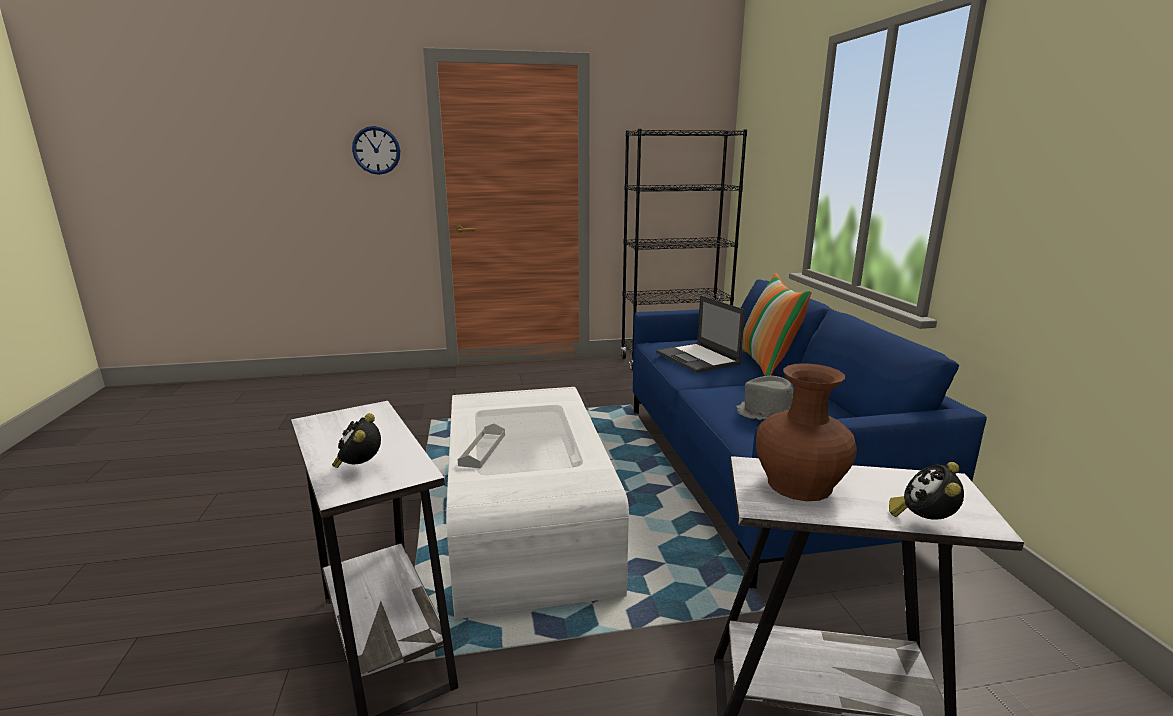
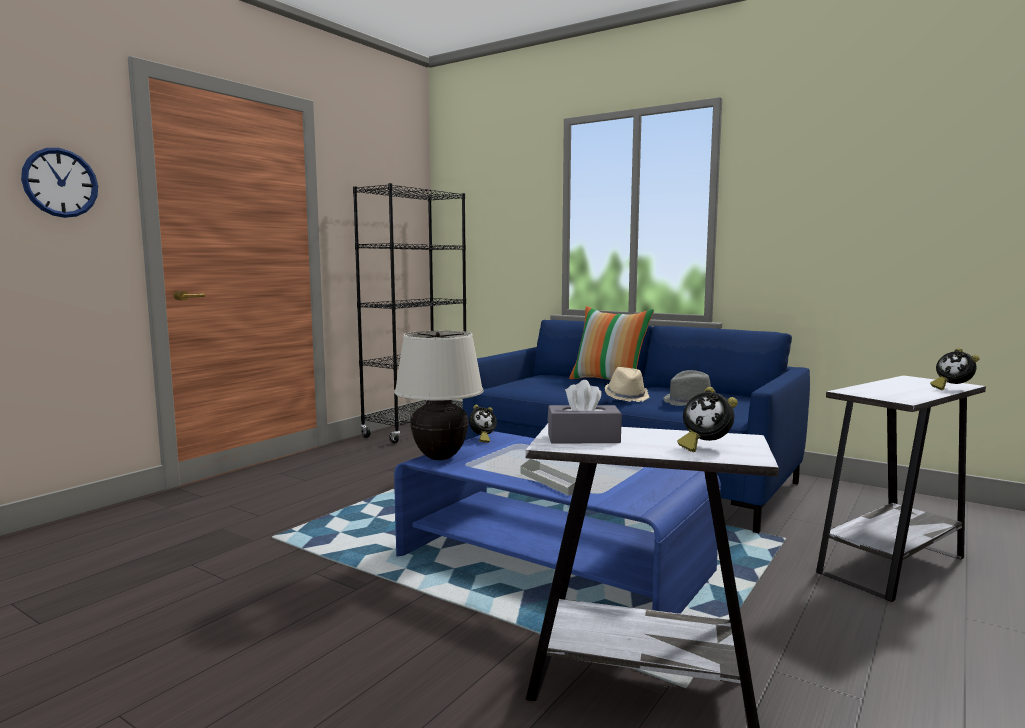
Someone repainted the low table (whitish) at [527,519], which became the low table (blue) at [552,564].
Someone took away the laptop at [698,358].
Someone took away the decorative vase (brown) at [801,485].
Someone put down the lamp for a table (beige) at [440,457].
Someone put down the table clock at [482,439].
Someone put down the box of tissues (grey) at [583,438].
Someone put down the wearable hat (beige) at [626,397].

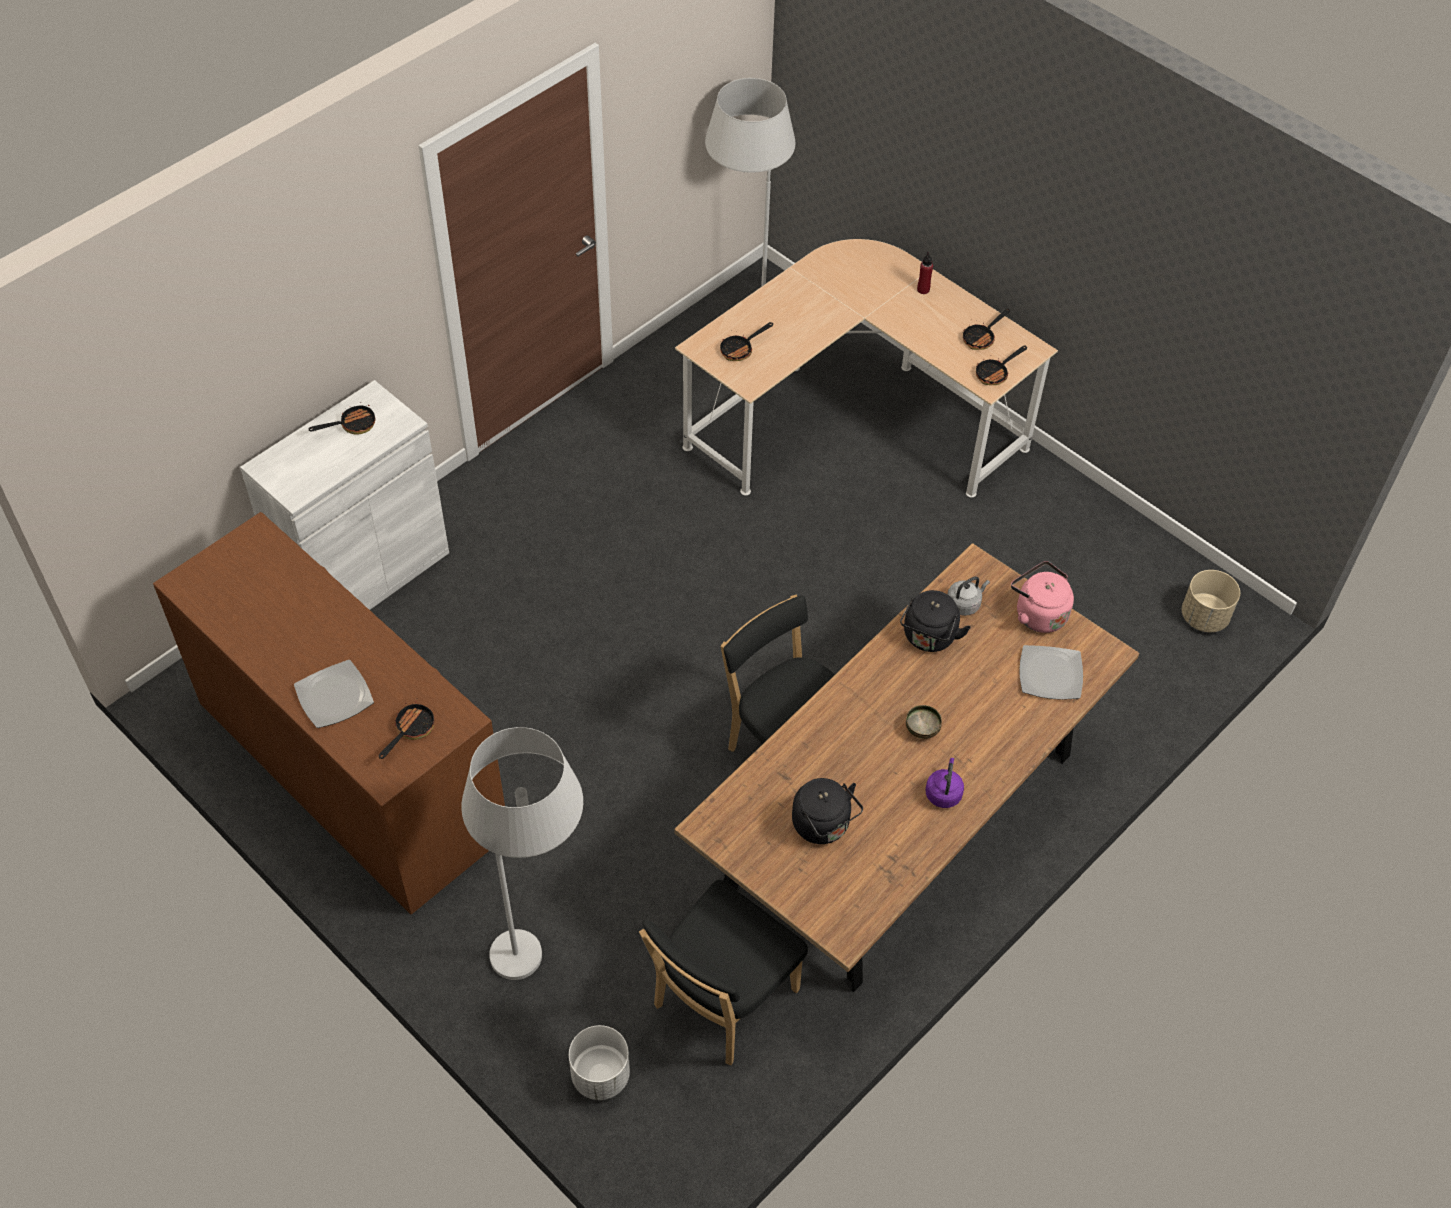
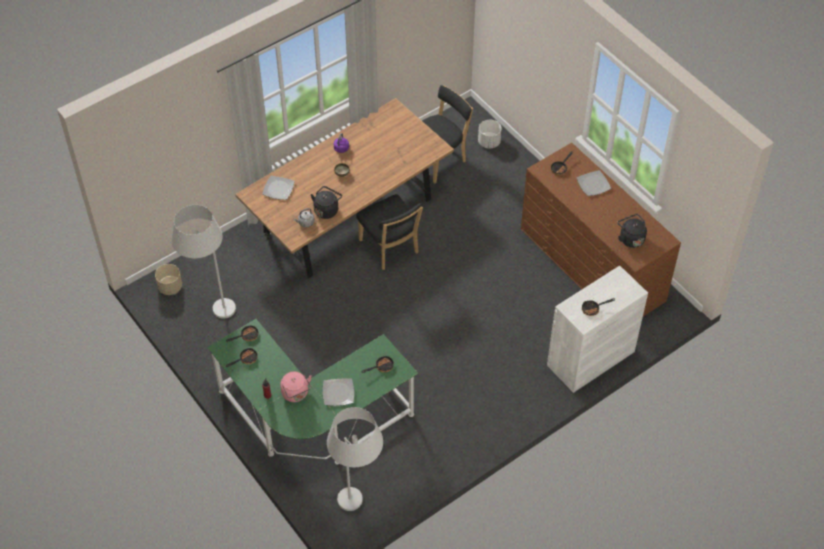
Someone carried the standard lamp (whitish) from [542,942] to [212,313].
Someone repainted the desk unit (beige) at [853,419], which became the desk unit (green) at [312,421].
Someone carried the water kettle (blackish) from [823,826] to [630,238].
Someone carried the water kettle (pinkish) from [1038,613] to [296,394].
Someone put down the flat dish at [338,392].

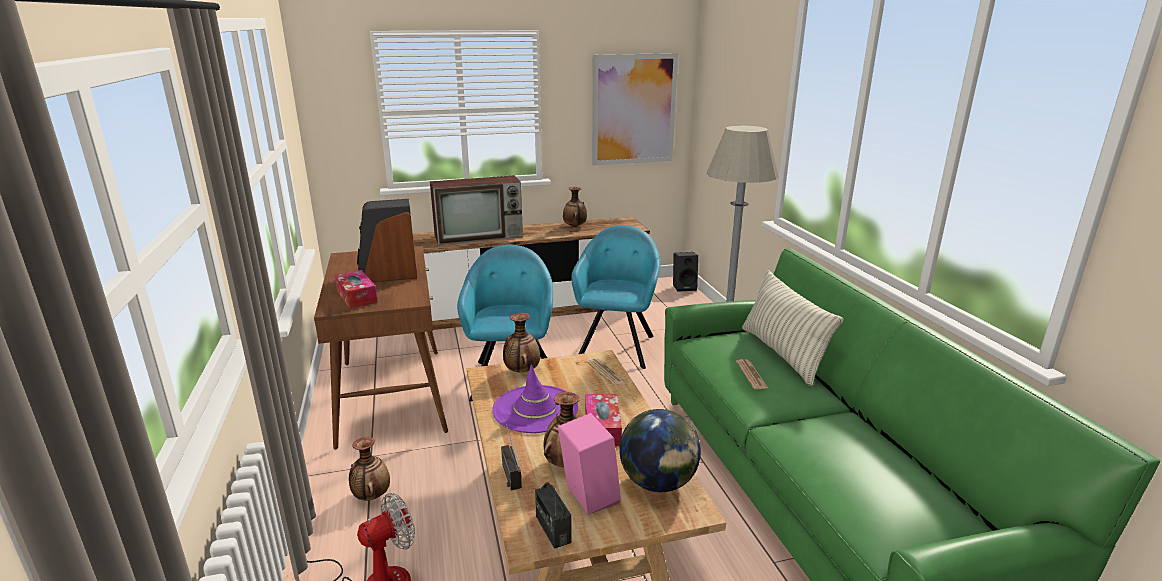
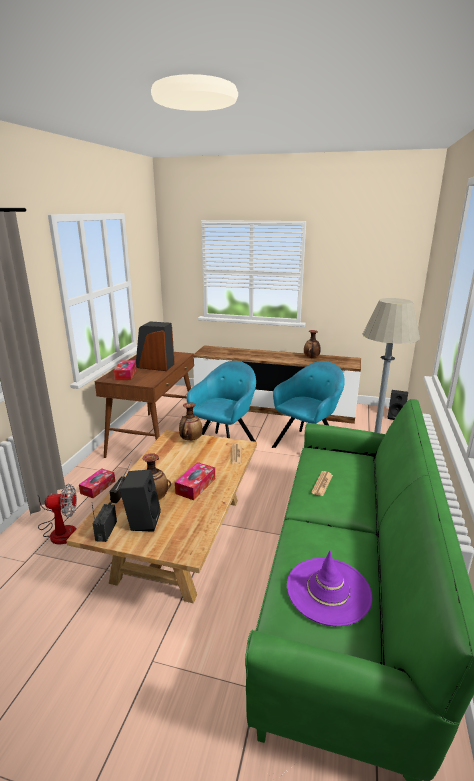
Someone swapped the decorative vase at [371,496] for the box of tissues at [98,487].
Someone took away the TV set at [480,236].
Someone carried the wearable hat (purple-coloured) from [535,409] to [328,590].
Someone repainted the speaker (pinkish) at [587,496], which became the speaker (blackish) at [142,521].
Someone took away the wall art at [633,109].
Someone took away the globe at [658,483].
Someone took away the throw pillow at [782,354].

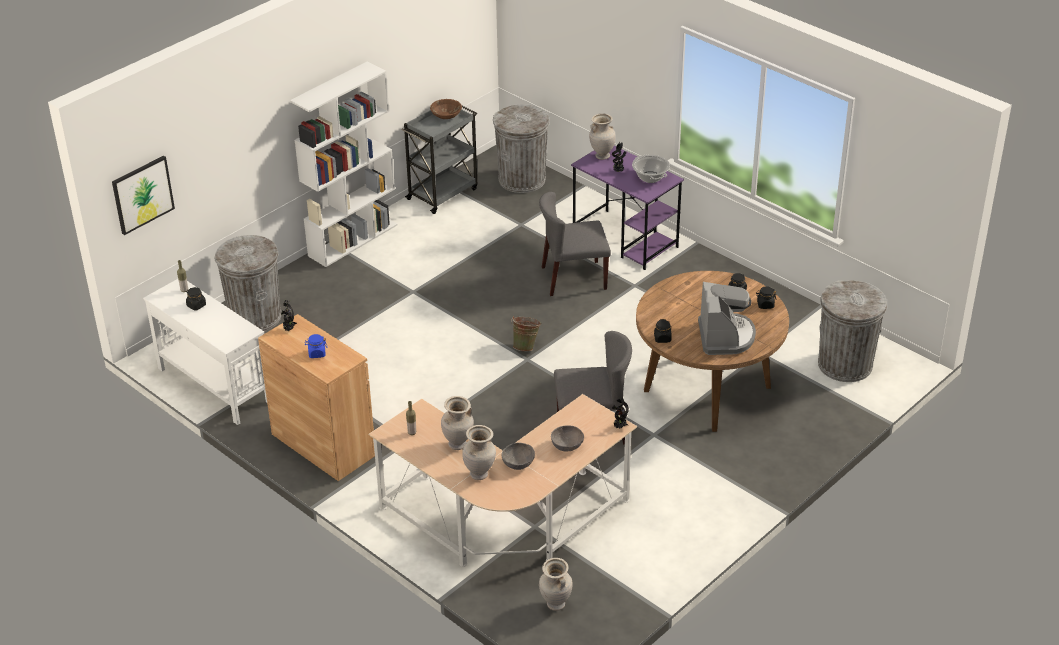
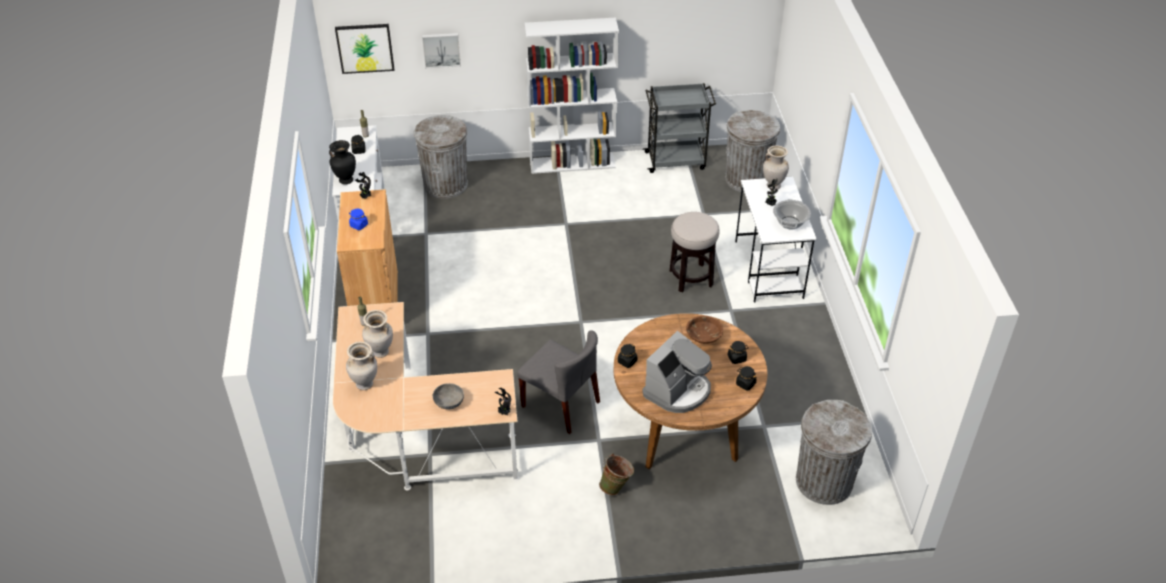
Someone carried the deep dish (brown) from [446,116] to [703,336].
Someone took away the deep dish (grey) at [518,463].
Someone carried the pail (green) from [526,346] to [616,487].
Someone swapped the upright chair (grey) at [573,278] for the stool seat at [691,278].
Someone took away the decorative vase (beige) at [555,605].
Someone repainted the desk unit (purple-coloured) at [626,240], which became the desk unit (whitish) at [769,269].
Someone put down the decorative vase (blackish) at [346,180].
Someone put up the wall art at [441,49].

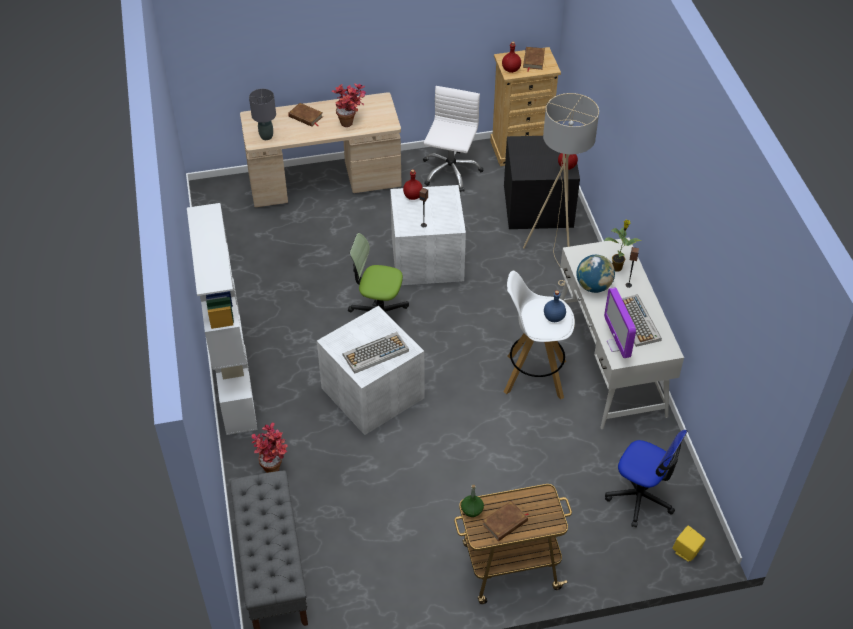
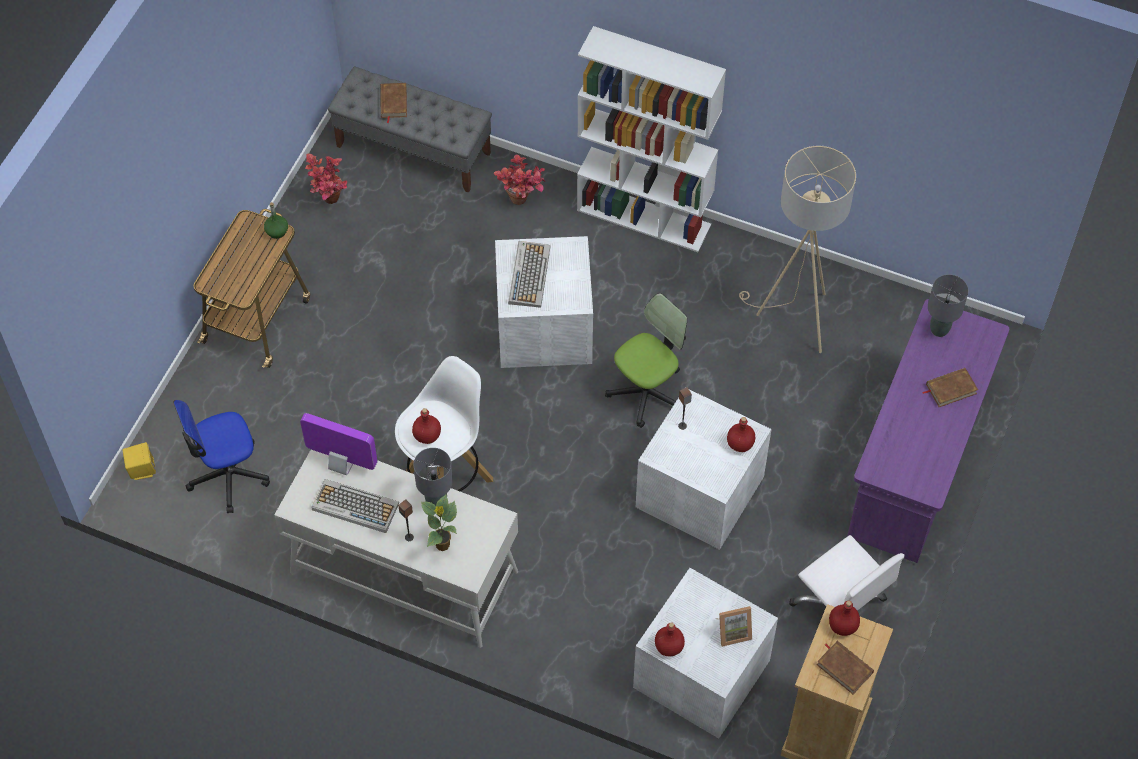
Someone repainted the desk unit (beige) at [325,182], which became the desk unit (purple-coloured) at [917,462].
Someone carried the potted plant from [351,122] to [329,203].
Someone carried the book (brown) from [505,523] to [393,102].
Someone repainted the storage container (blackish) at [537,205], which became the storage container (whitish) at [704,673].
Someone carried the standard lamp (beige) from [556,252] to [794,320].
Someone repainted the drink bottle (blue) at [553,317], which became the drink bottle (red-coloured) at [427,435].
Someone swapped the globe at [593,286] for the lamp for a table (grey) at [436,501].
Someone put down the picture frame at [733,631].

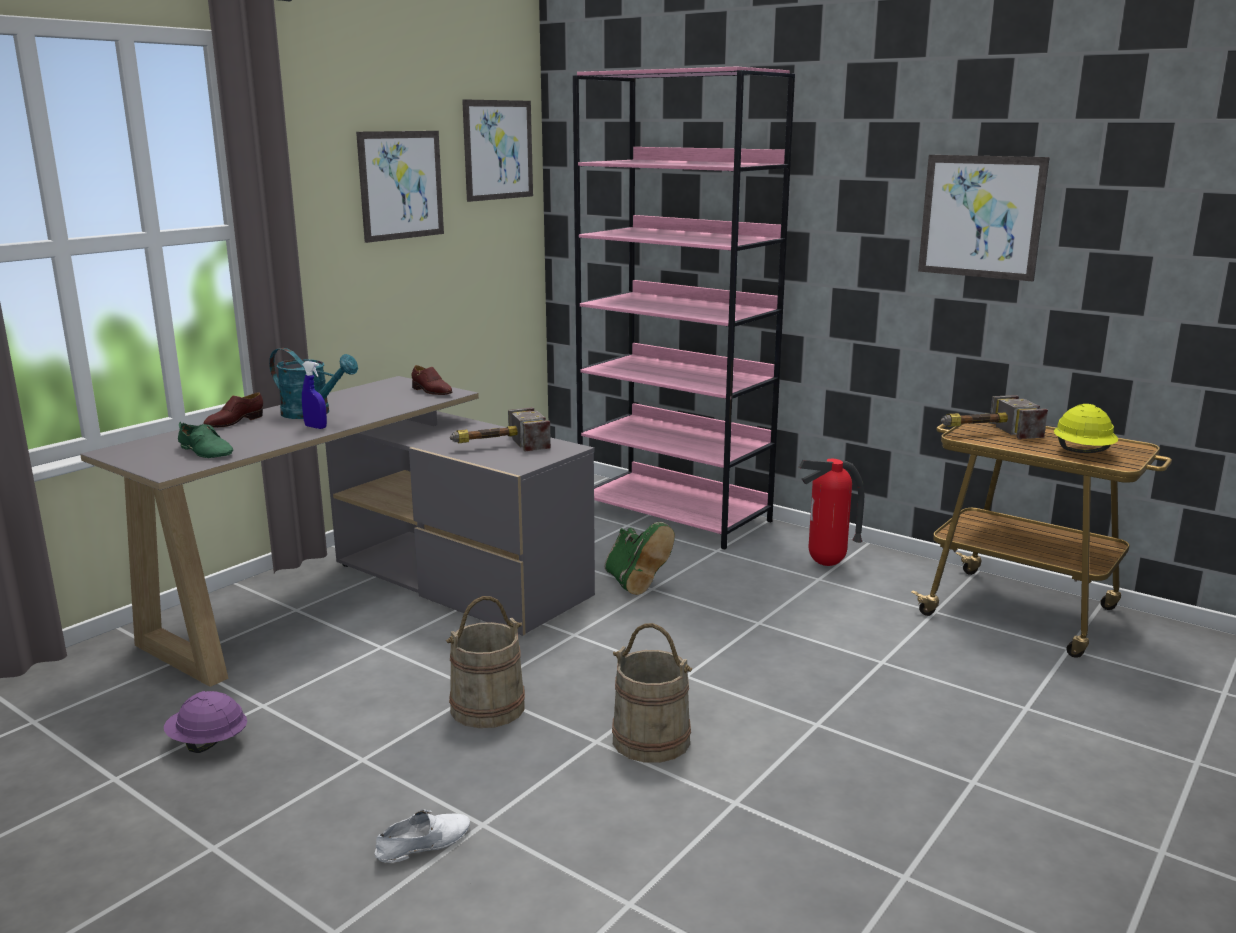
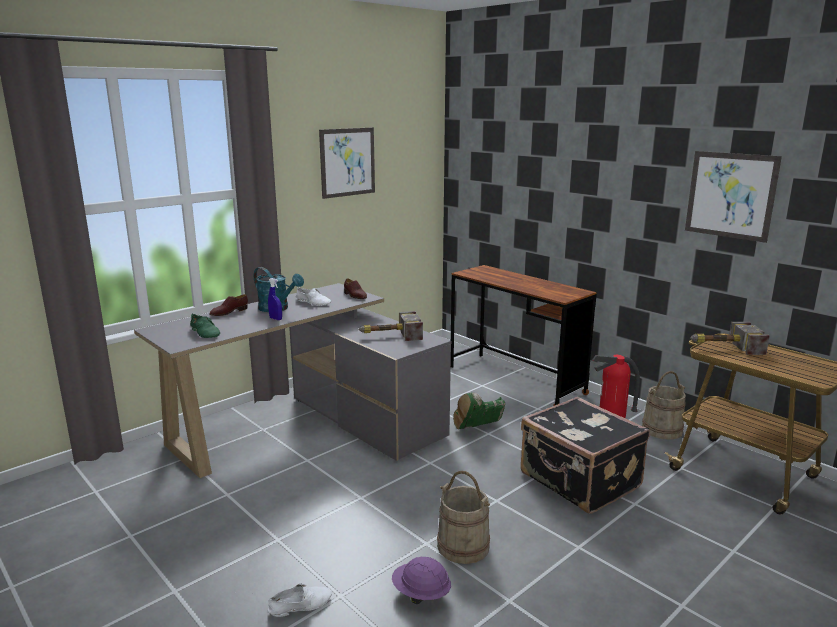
Someone carried the hard hat (purple-coloured) from [208,743] to [421,594].
Someone carried the pail (beige) from [487,707] to [662,429].
Someone took away the wall art at [498,150].
Someone swapped the bookcase (pinkish) at [675,515] for the desk unit (brown) at [515,380].
Someone rotated the tall boot (green) at [635,584] by 75 degrees clockwise.
Someone took away the hard hat (yellow-coloured) at [1083,453].
Someone put down the item of footwear (whitish) at [314,302].
Someone put down the travel case (blackish) at [579,481].

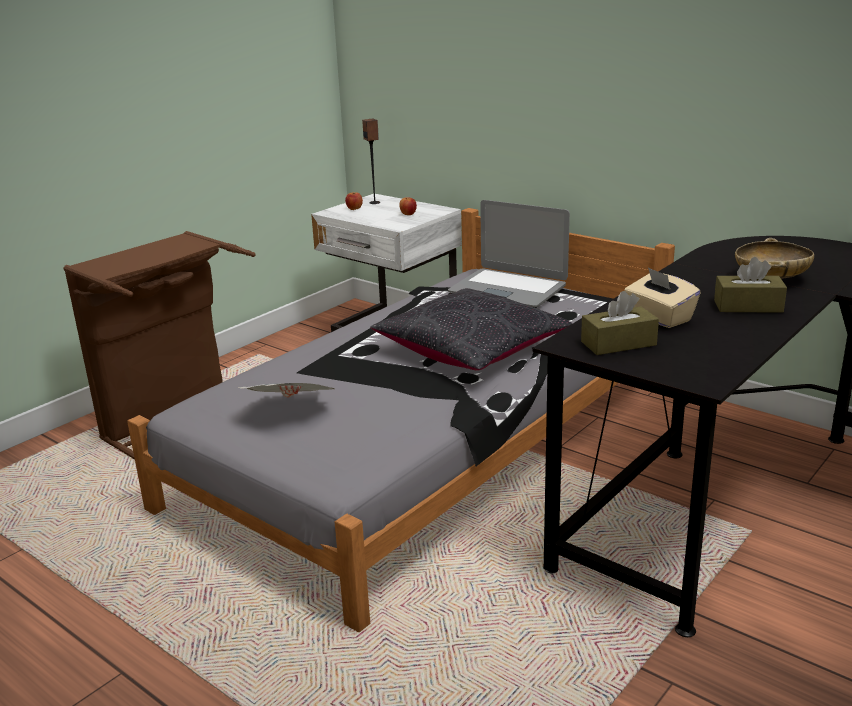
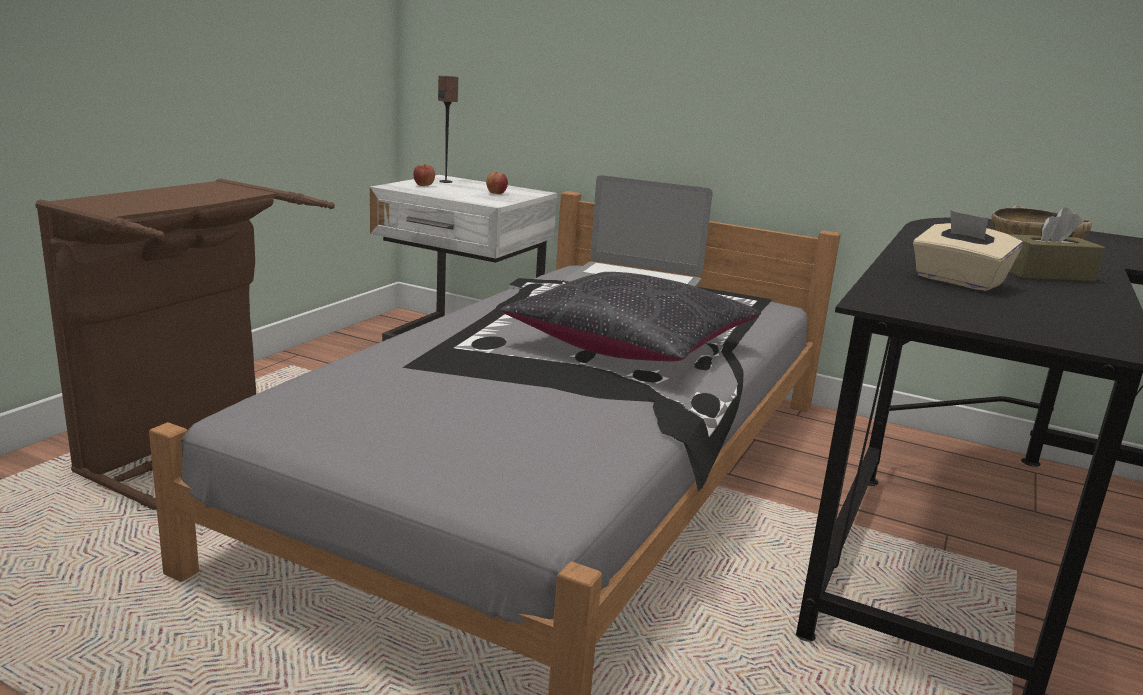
Someone took away the printed paper at [292,411].
Someone took away the box of tissues (brown) at [618,343].

